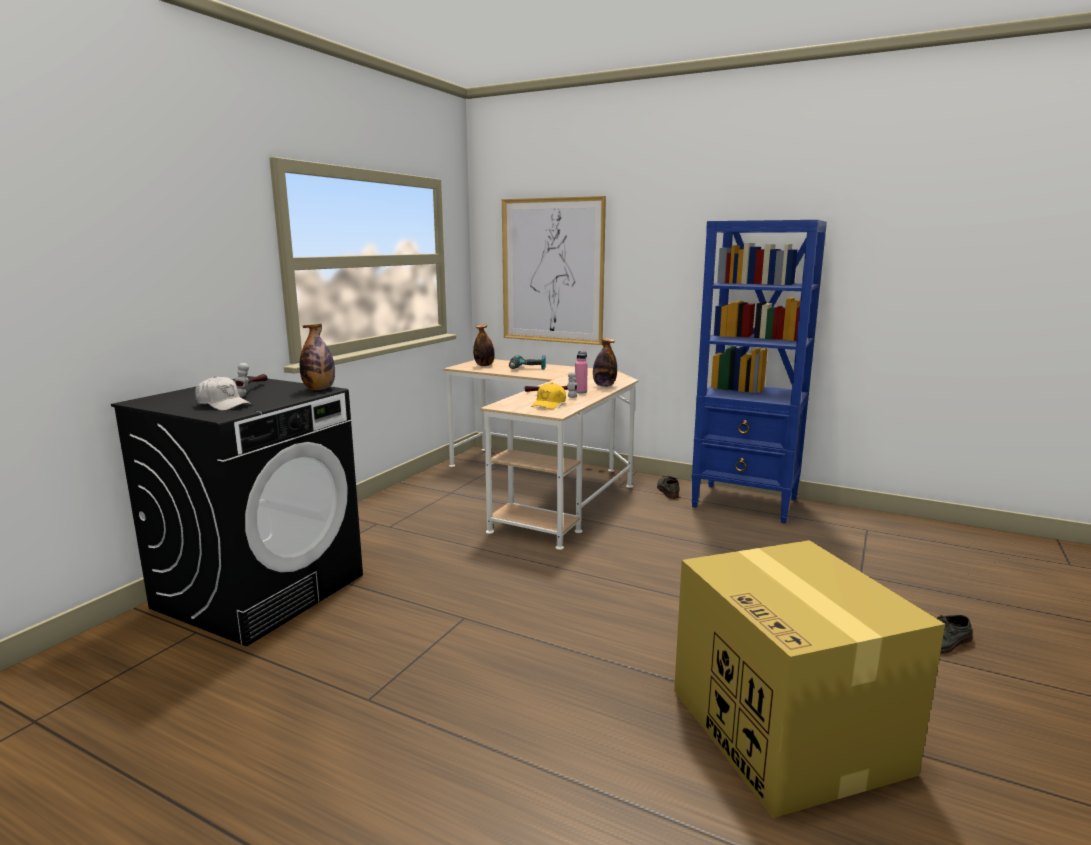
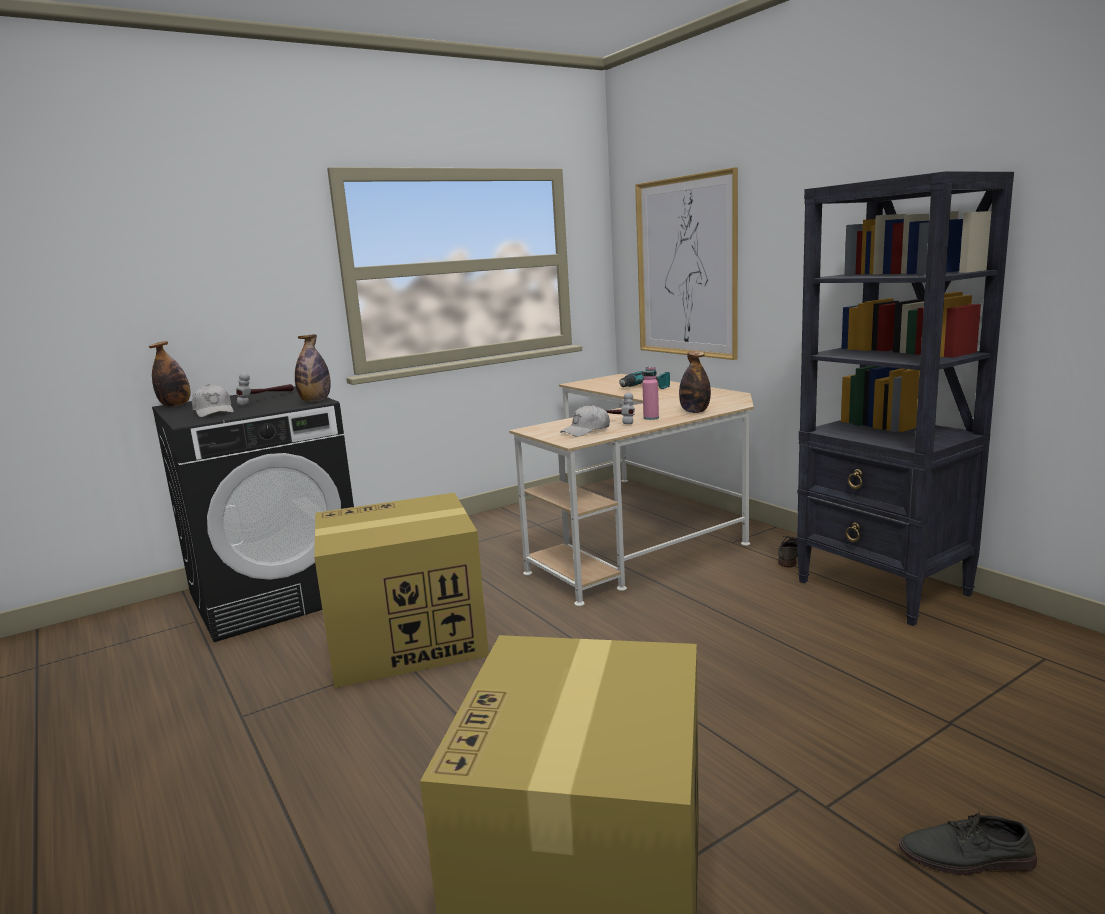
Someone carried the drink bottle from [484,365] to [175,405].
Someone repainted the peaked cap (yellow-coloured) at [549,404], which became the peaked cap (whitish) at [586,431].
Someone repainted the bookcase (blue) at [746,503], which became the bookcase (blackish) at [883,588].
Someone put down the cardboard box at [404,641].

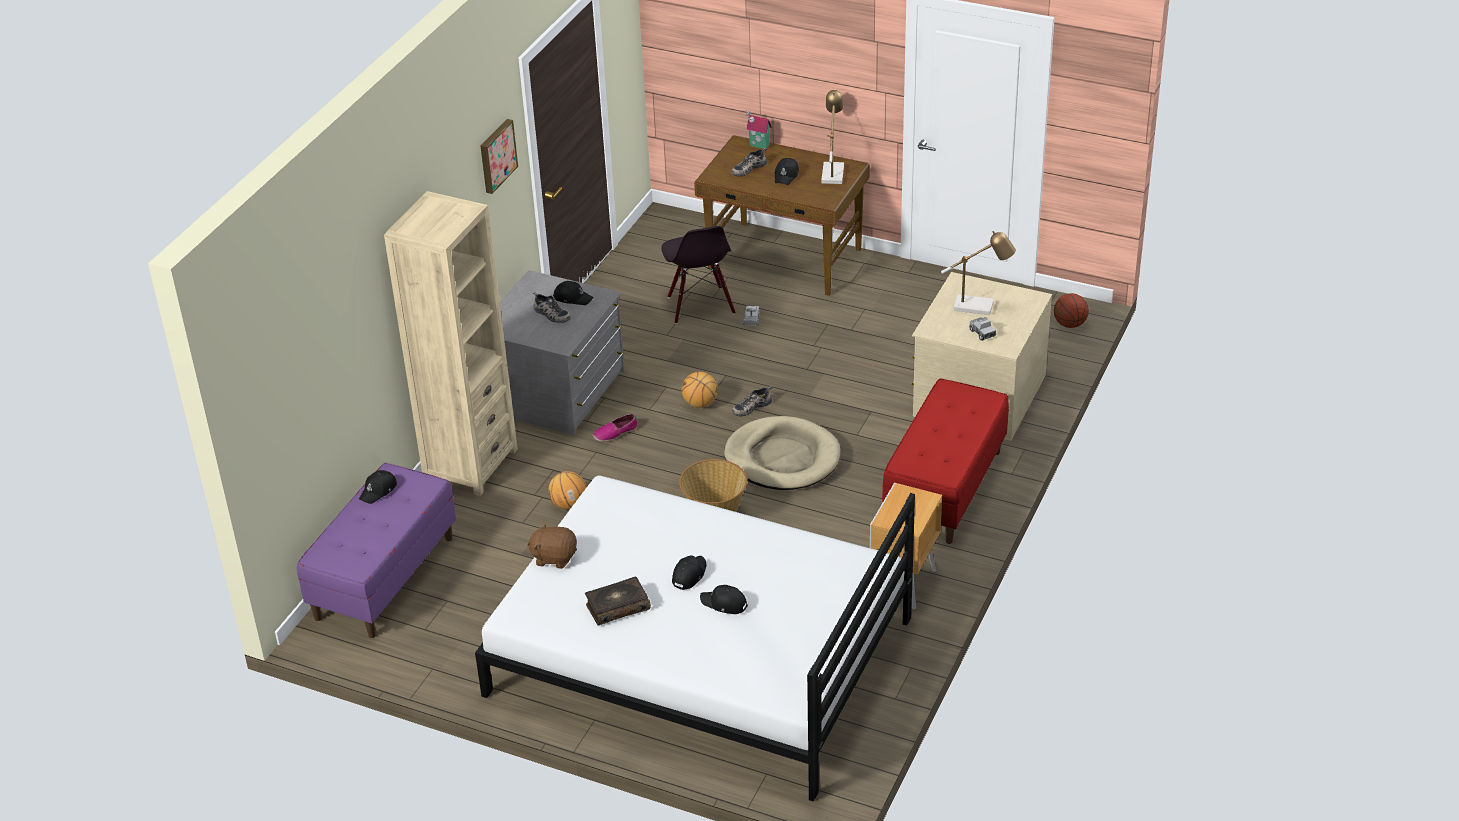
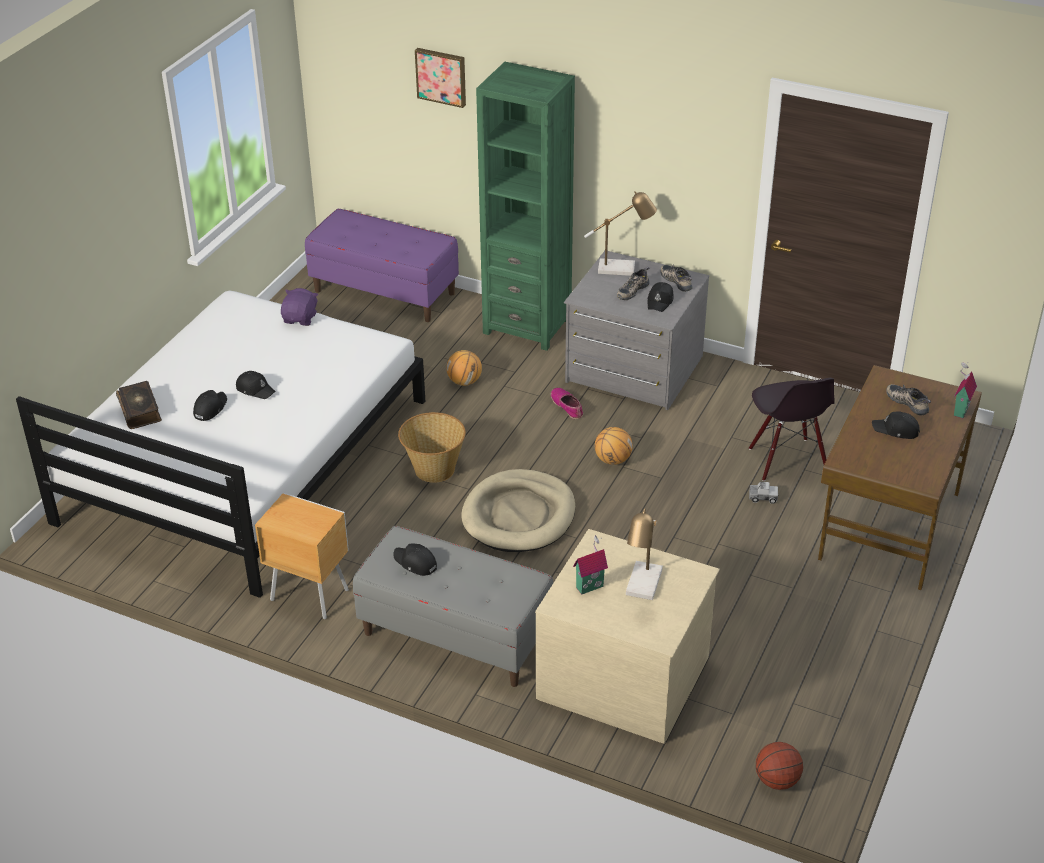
Someone carried the peaked cap (blackish) from [378,490] to [415,563].
Someone repainted the bookcase (beige) at [470,464], which became the bookcase (green) at [527,326].
Someone carried the wall art from [496,155] to [441,76].
Someone repainted the cuddly toy (brown) at [554,557], which became the cuddly toy (purple-coloured) at [300,318].
Someone carried the book from [617,607] to [140,410].
Someone rotated the upright chair (blackish) at [700,305] by 90 degrees counterclockwise.
Someone carried the item of footwear from [751,406] to [677,281].
Someone carried the lamp for a table from [832,171] to [622,268].
Someone repainted the indoor bench (red-coloured) at [945,489], which became the indoor bench (grey) at [454,636].
Someone swapped the model truck at [982,333] for the toy house at [589,585].

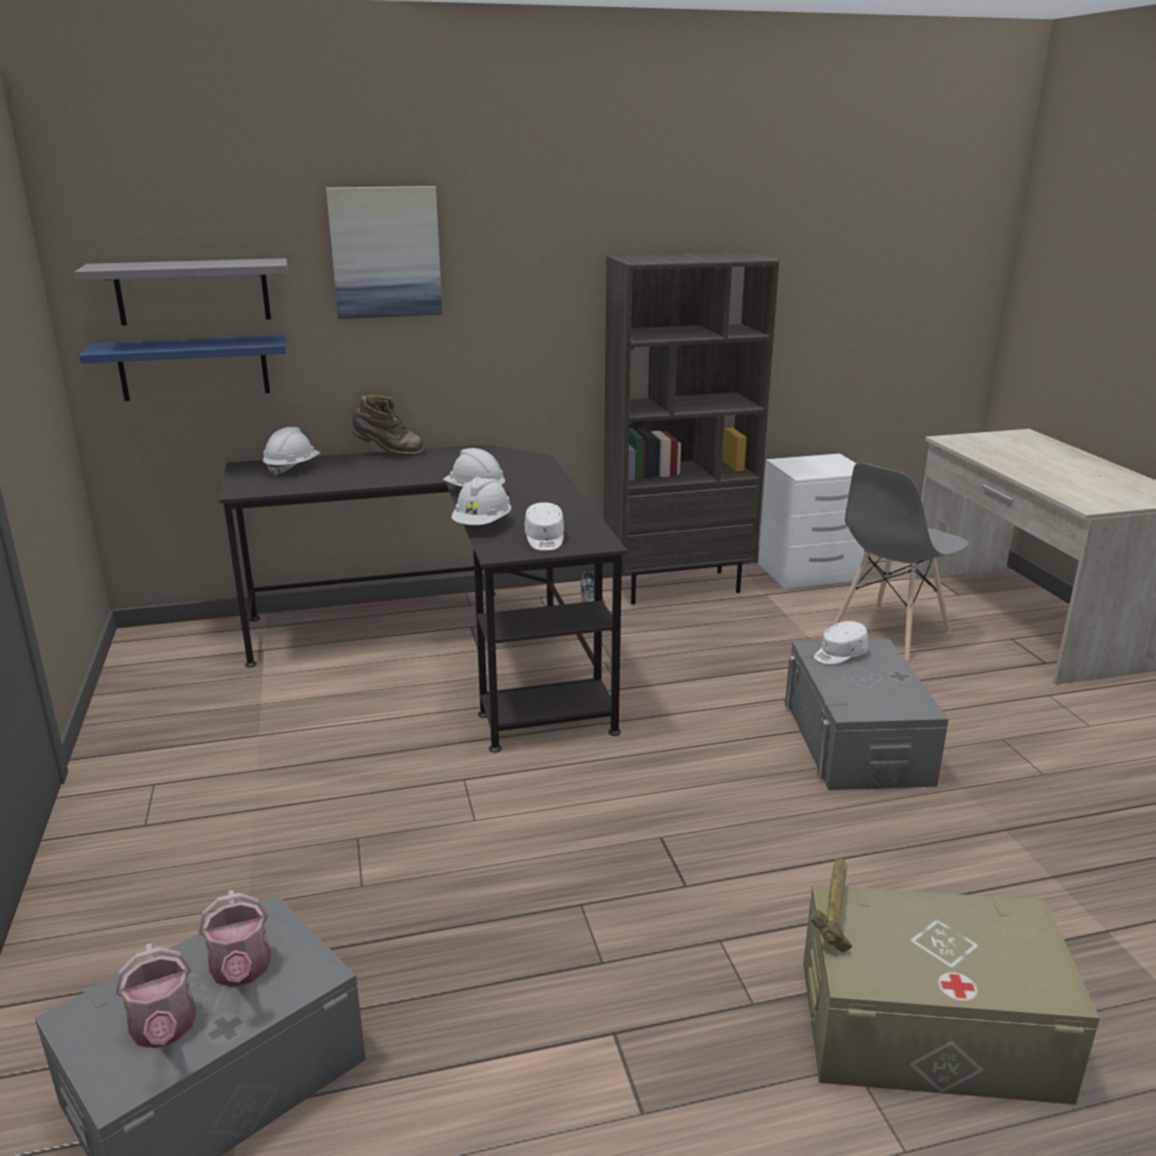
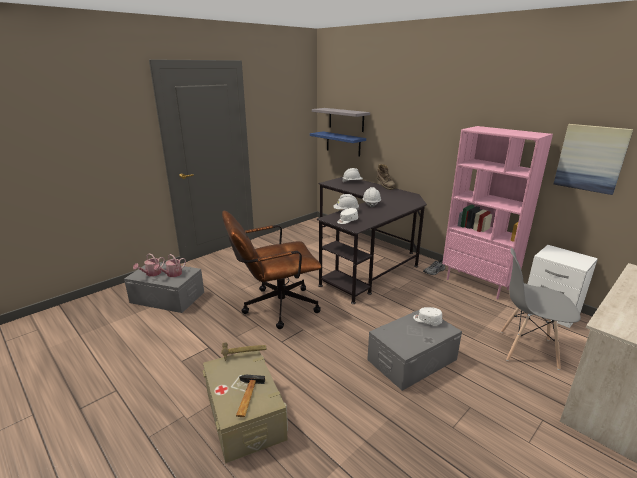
Someone carried the wall art from [385,252] to [591,158].
Someone repainted the bookcase (brown) at [678,586], which became the bookcase (pinkish) at [477,284].
Someone put down the office chair (brown) at [274,307].
Someone put down the tool hammer at [246,398].

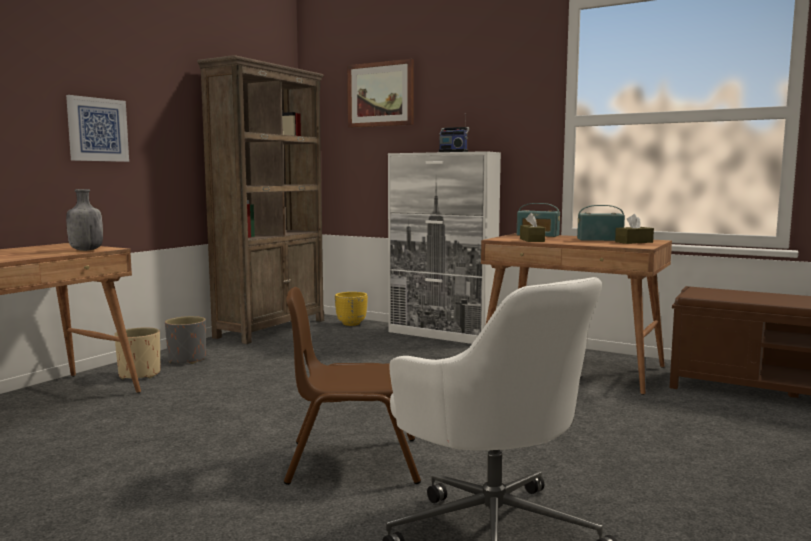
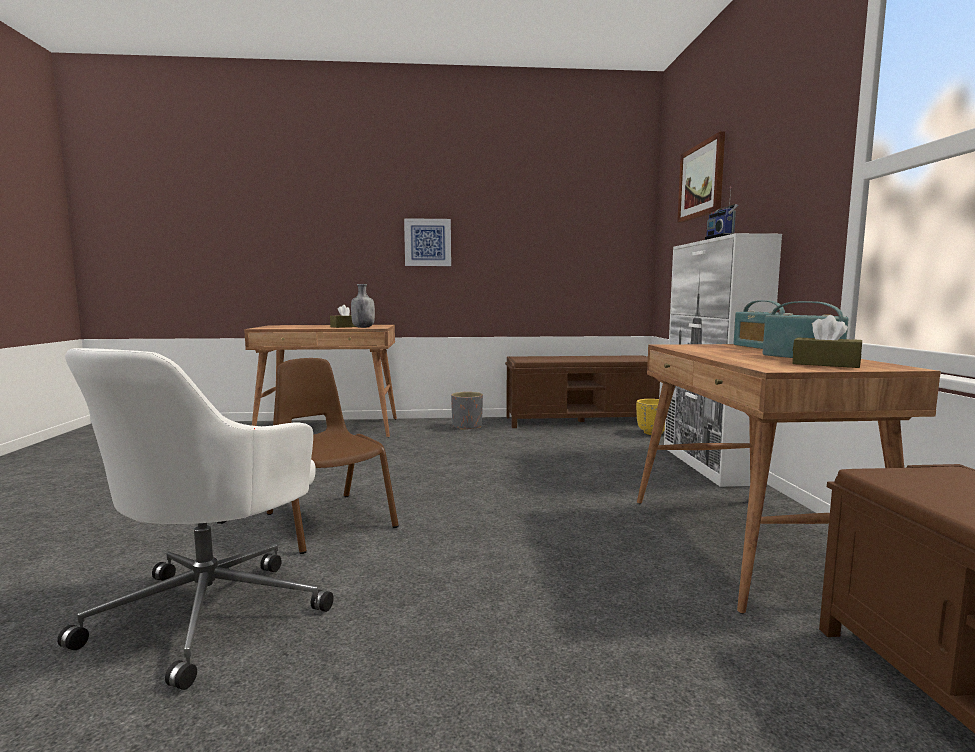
Someone took away the flower pot (beige) at [140,374].
Someone swapped the bookcase (brown) at [272,328] for the indoor bench (brown) at [580,421].
Someone carried the box of tissues (brown) from [532,240] to [345,326].

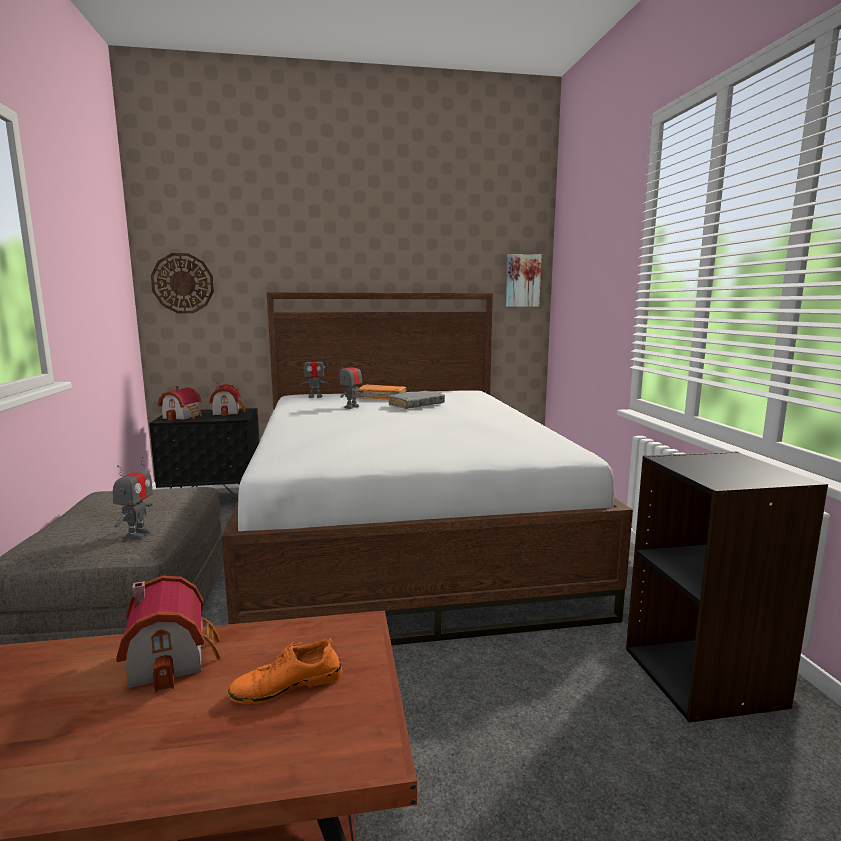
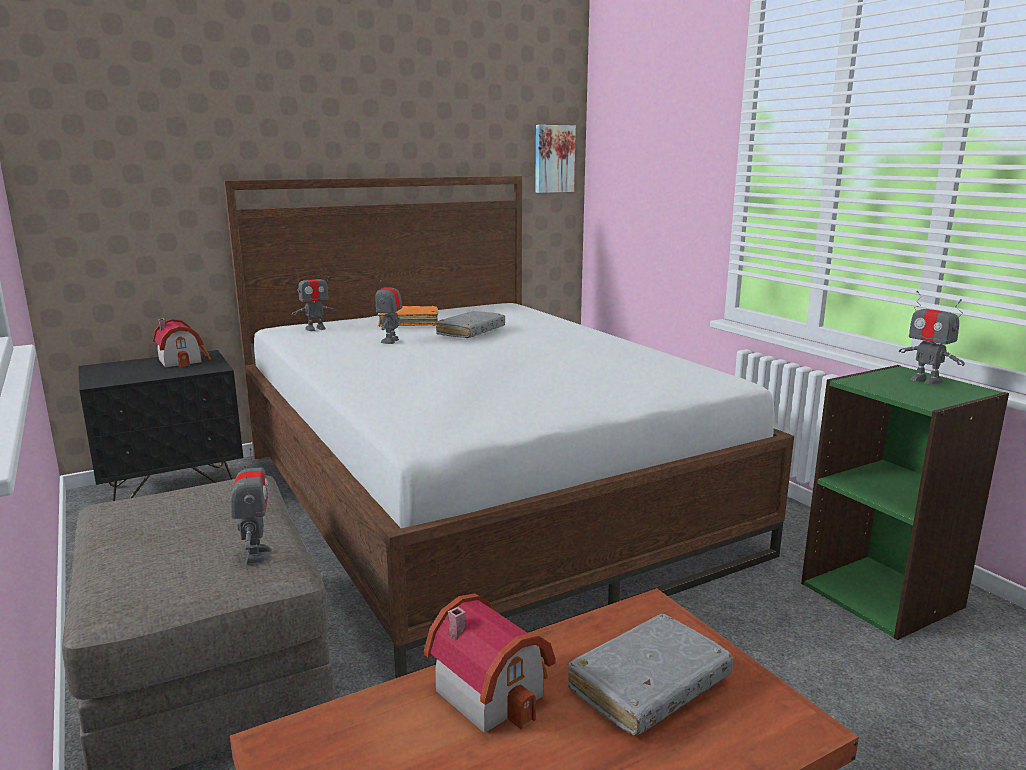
Someone took away the wall clock at [183,283].
Someone took away the toy house at [183,416].
Someone swapped the item of footwear (orangey) at [287,685] for the book (grey) at [649,685].
Someone repainted the bookcase (blackish) at [704,676], which became the bookcase (green) at [882,594].
Someone put down the model robot at [926,380].

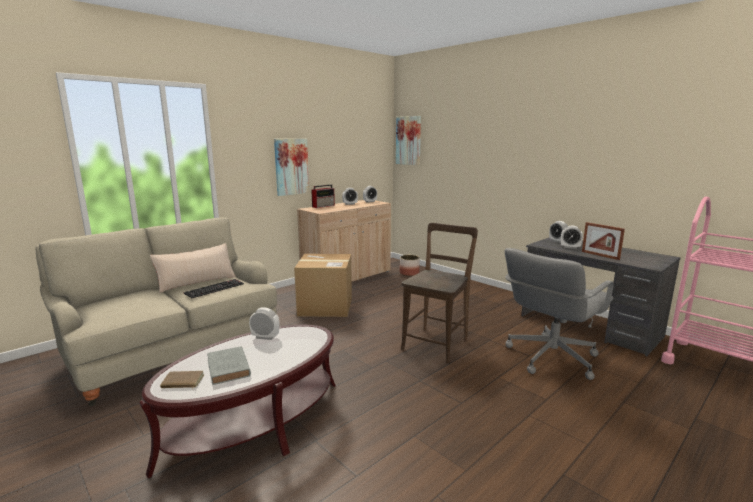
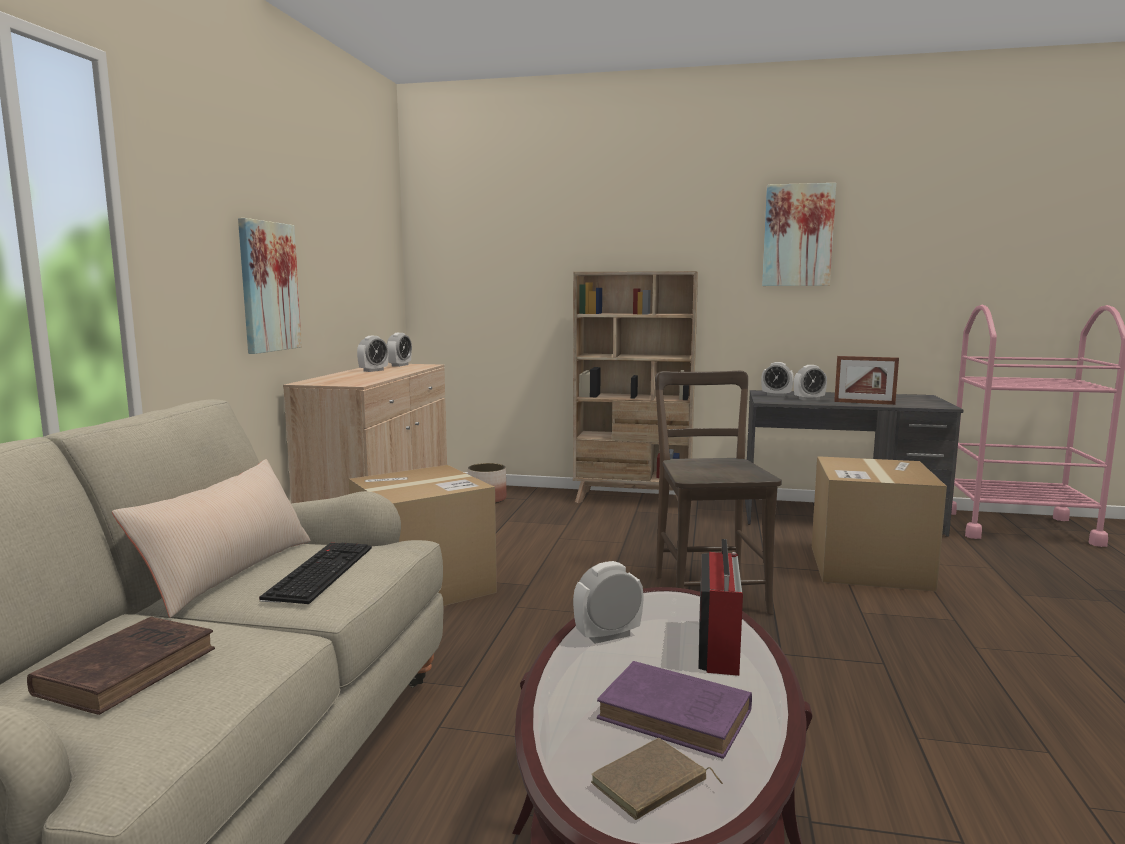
Someone repainted the book (grey) at [228,369], which became the book (purple-coloured) at [678,716].
Someone carried the radio set from [324,206] to [719,646].
Someone carried the wall art from [408,140] to [798,235].
Someone swapped the office chair (grey) at [550,357] for the cardboard box at [869,567].
Someone put down the book (brown) at [131,669].
Someone put down the bookcase (beige) at [633,500].

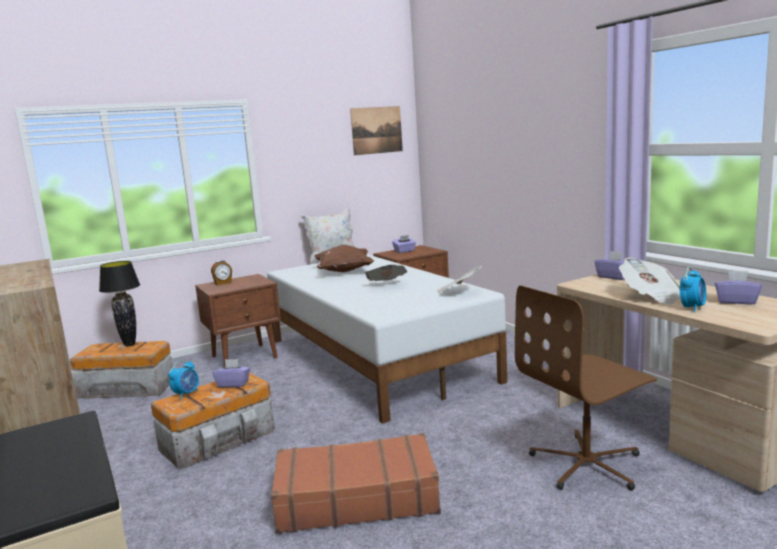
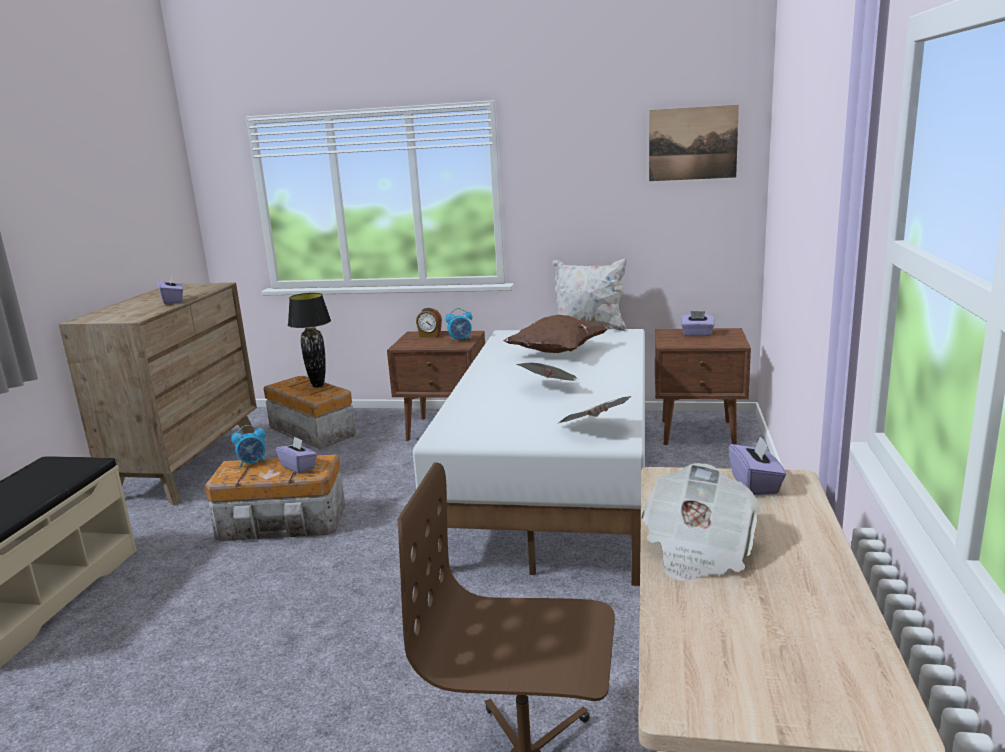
Someone took away the travel case (brown) at [356,498].
Someone carried the table clock from [692,308] to [460,340].
Someone carried the box of tissues (purple-coloured) from [736,301] to [173,301].

